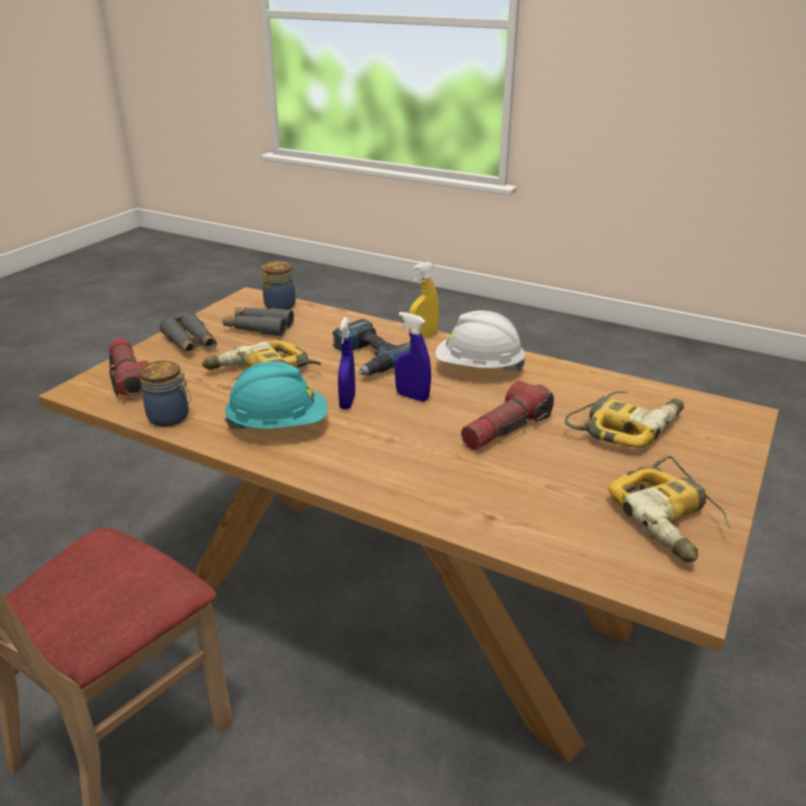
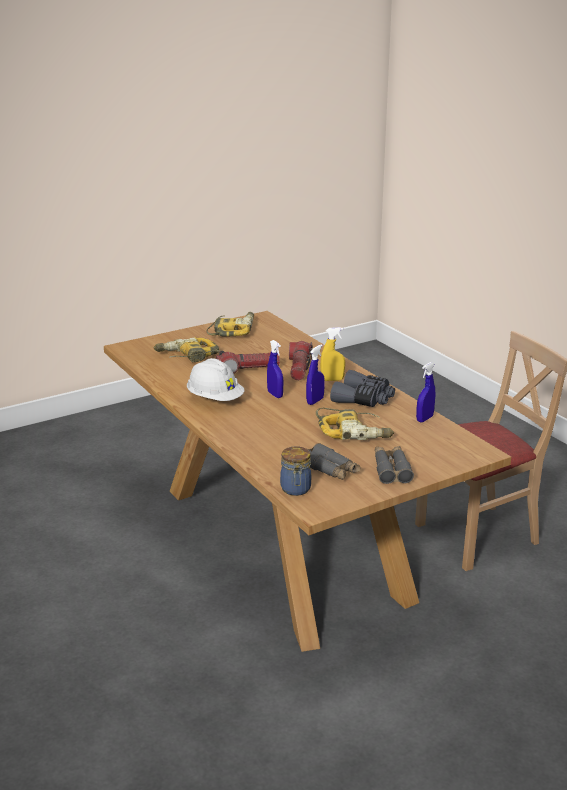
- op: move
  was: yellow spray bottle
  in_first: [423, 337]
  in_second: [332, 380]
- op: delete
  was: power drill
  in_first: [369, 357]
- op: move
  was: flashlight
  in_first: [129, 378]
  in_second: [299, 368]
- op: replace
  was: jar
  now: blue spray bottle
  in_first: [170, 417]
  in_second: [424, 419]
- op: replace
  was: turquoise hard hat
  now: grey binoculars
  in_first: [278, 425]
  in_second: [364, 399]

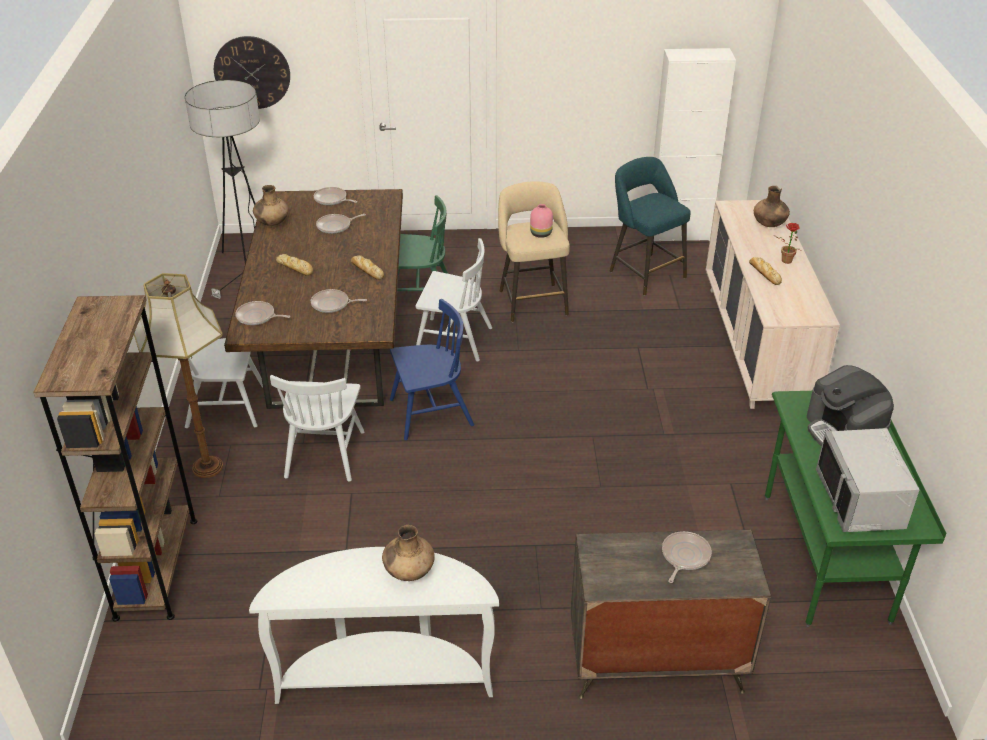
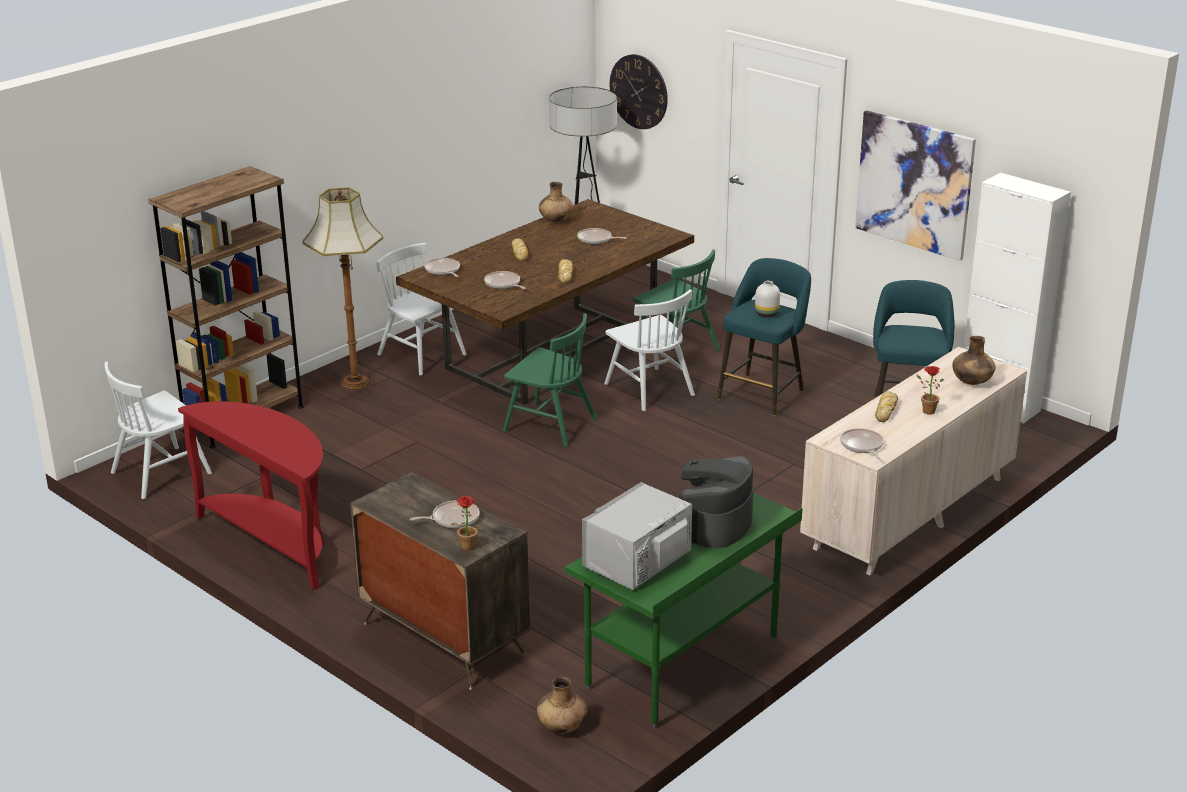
- op: recolor
  was: beige stool
  now: turquoise stool
  in_first: [532, 300]
  in_second: [763, 393]
- op: move
  was: frying pan
  in_first: [332, 199]
  in_second: [862, 446]
- op: recolor
  was: pink vase
  now: white vase
  in_first: [540, 233]
  in_second: [766, 313]
- op: recolor
  was: blue chair
  now: green chair
  in_first: [430, 413]
  in_second: [549, 425]
- op: move
  was: white chair
  in_first: [324, 454]
  in_second: [161, 472]
- op: move
  was: brown vase
  in_first: [409, 571]
  in_second: [562, 726]
- op: recolor
  was: white console table
  now: red console table
  in_first: [385, 675]
  in_second: [274, 542]
- op: insert
  now: picture
  in_second: [914, 184]
- op: insert
  now: potted plant
  in_second: [467, 548]

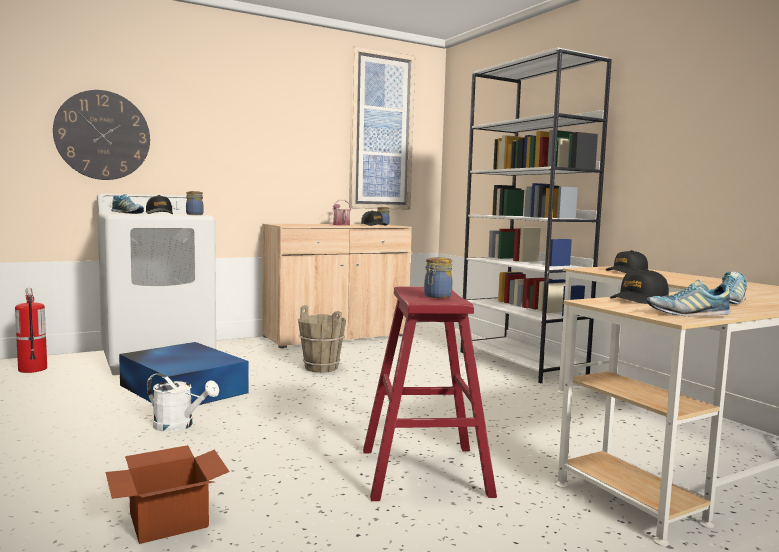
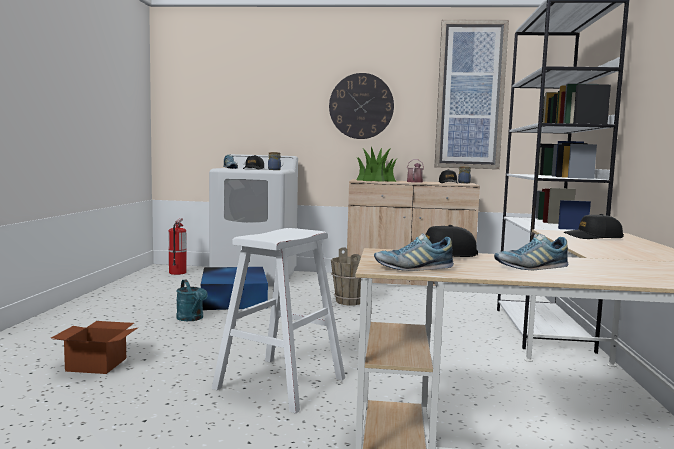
- op: move
  was: wall clock
  in_first: [103, 135]
  in_second: [361, 106]
- op: delete
  was: jar
  in_first: [437, 296]
- op: rotate
  was: shoe
  in_first: [687, 314]
  in_second: [413, 268]
  clockwise: -45
- op: recolor
  was: red stool
  now: white stool
  in_first: [424, 472]
  in_second: [280, 383]
- op: recolor
  was: white watering can
  now: turquoise watering can
  in_first: [179, 426]
  in_second: [192, 319]
- op: insert
  now: potted plant
  in_second: [375, 180]

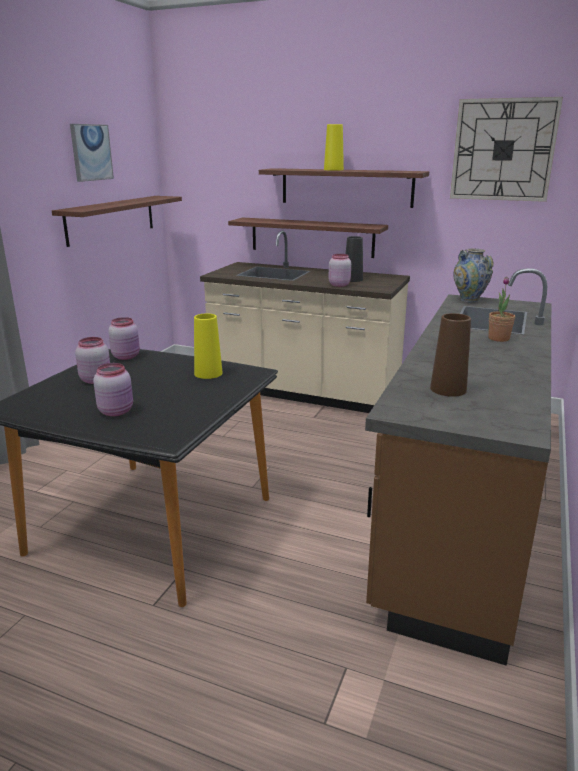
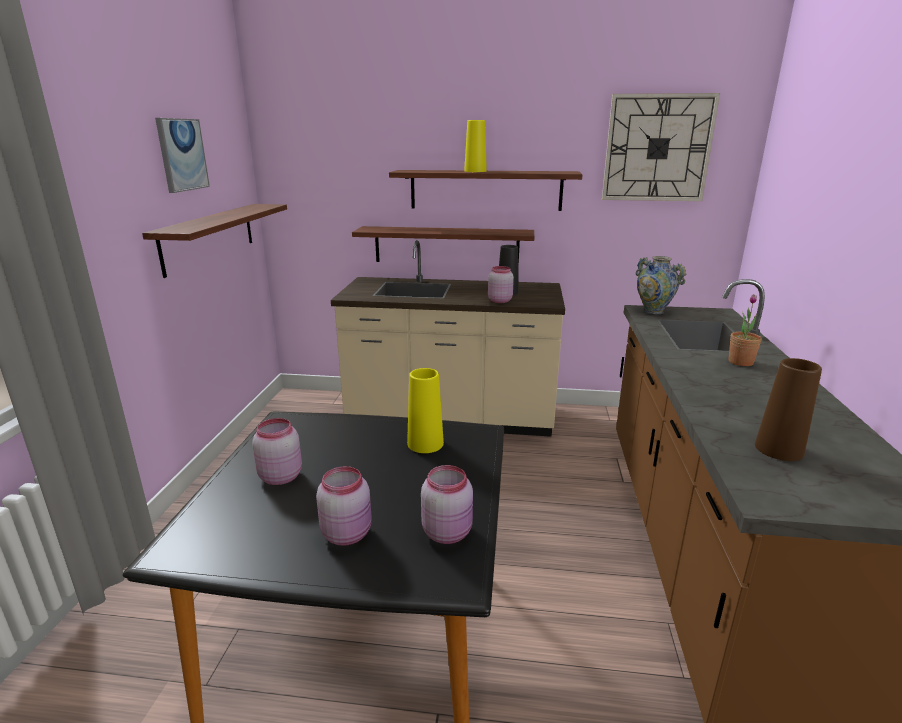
- op: move
  was: pink jar
  in_first: [127, 356]
  in_second: [448, 531]

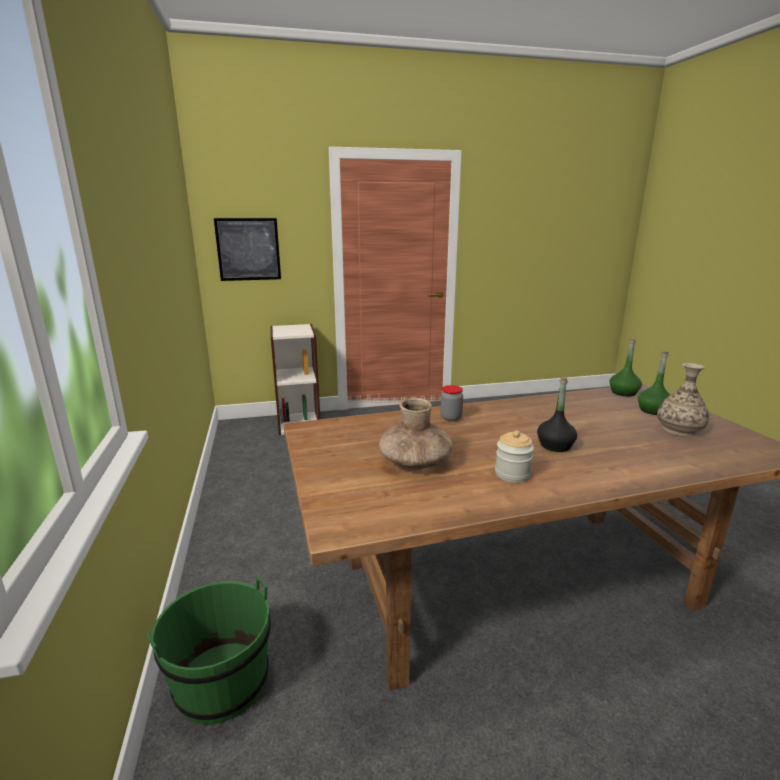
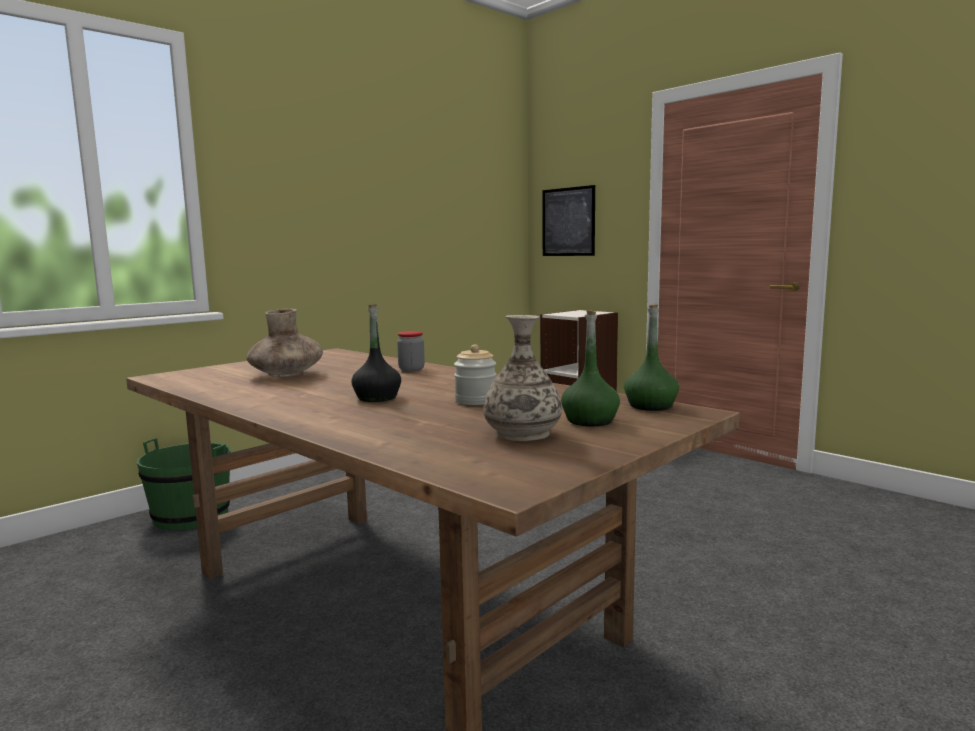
- op: move
  was: jar
  in_first: [512, 474]
  in_second: [475, 400]

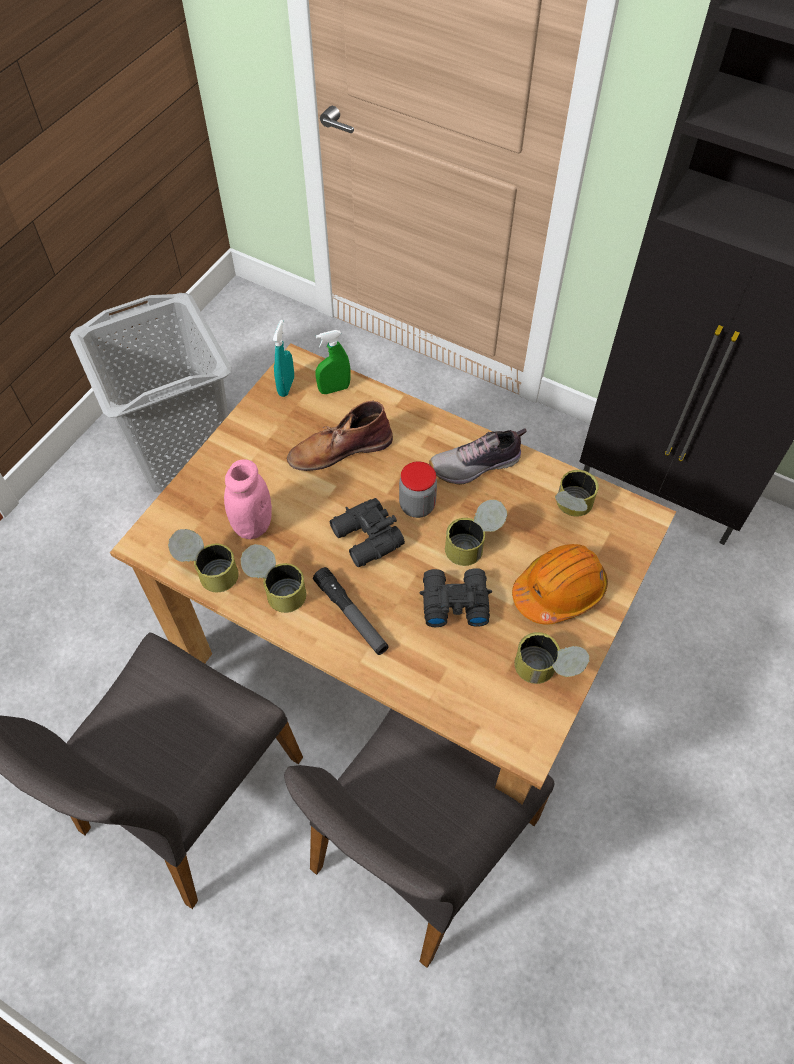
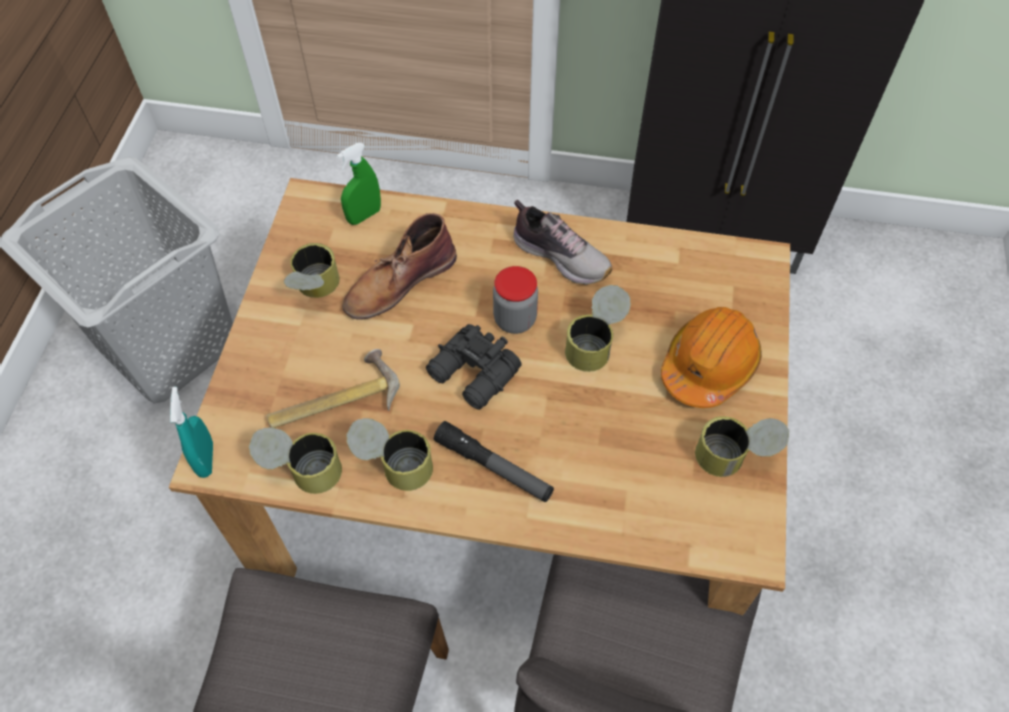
- op: move
  was: turquoise spray bottle
  in_first: [286, 386]
  in_second: [206, 459]
- op: rotate
  was: shoe
  in_first: [476, 465]
  in_second: [561, 256]
  clockwise: -105
- op: replace
  was: pink jar
  now: hammer
  in_first: [253, 525]
  in_second: [334, 399]
- op: move
  was: can
  in_first: [570, 509]
  in_second: [315, 291]
- op: delete
  was: black binoculars
  in_first: [453, 601]

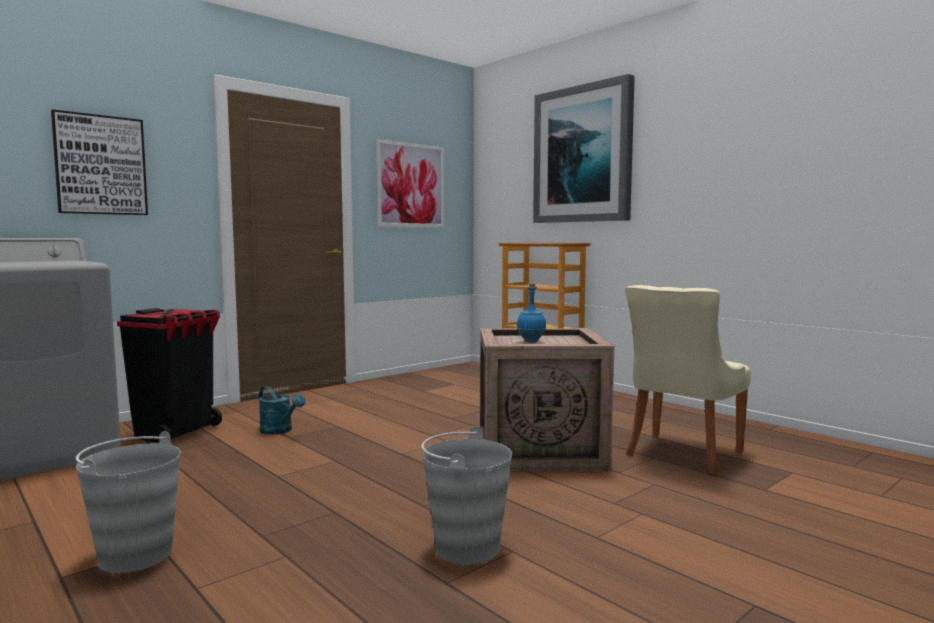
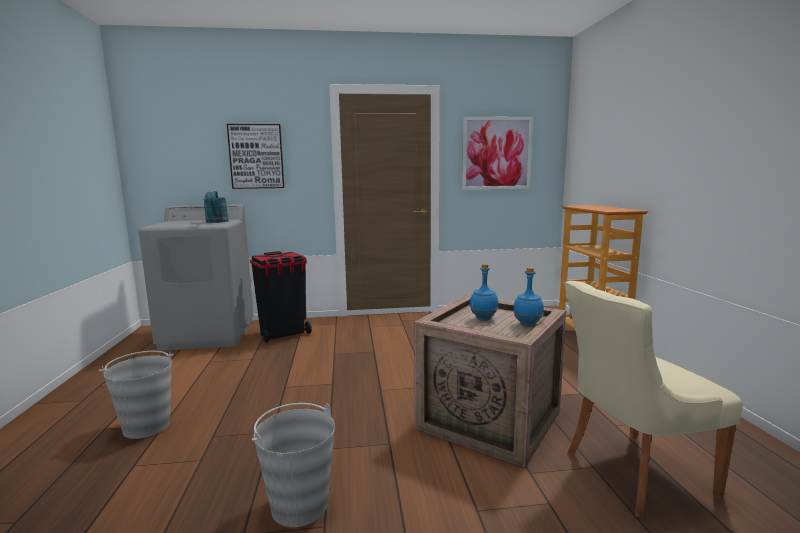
- op: delete
  was: picture
  in_first: [583, 155]
- op: move
  was: turquoise watering can
  in_first: [280, 431]
  in_second: [216, 222]
- op: insert
  now: blue bottle
  in_second: [528, 325]

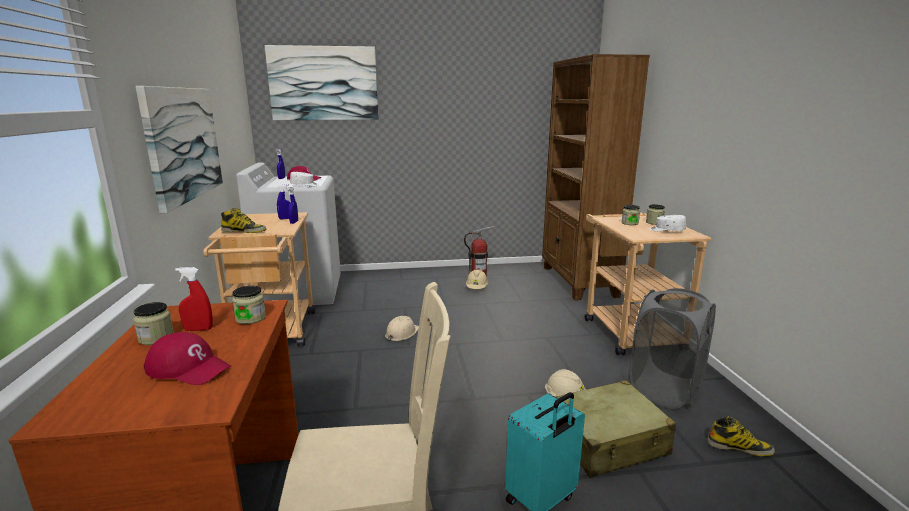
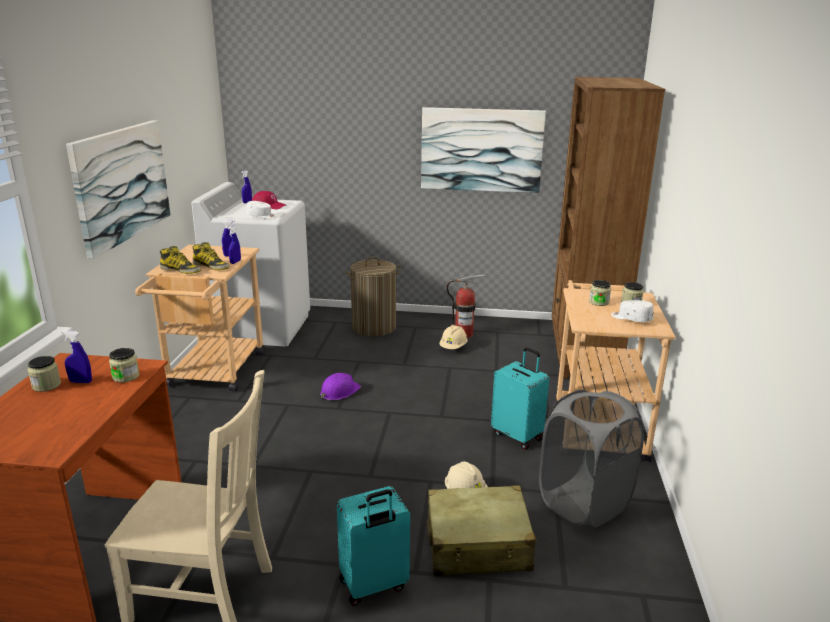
- op: move
  was: picture
  in_first: [323, 83]
  in_second: [481, 150]
- op: recolor
  was: red spray bottle
  now: blue spray bottle
  in_first: [198, 329]
  in_second: [81, 382]
- op: recolor
  was: beige hard hat
  now: purple hard hat
  in_first: [401, 333]
  in_second: [339, 391]
- op: delete
  was: red cap
  in_first: [189, 368]
- op: move
  was: boot
  in_first: [739, 447]
  in_second: [211, 266]
- op: insert
  now: laundry basket
  in_second: [374, 327]
- op: insert
  now: turquoise suitcase
  in_second: [518, 435]

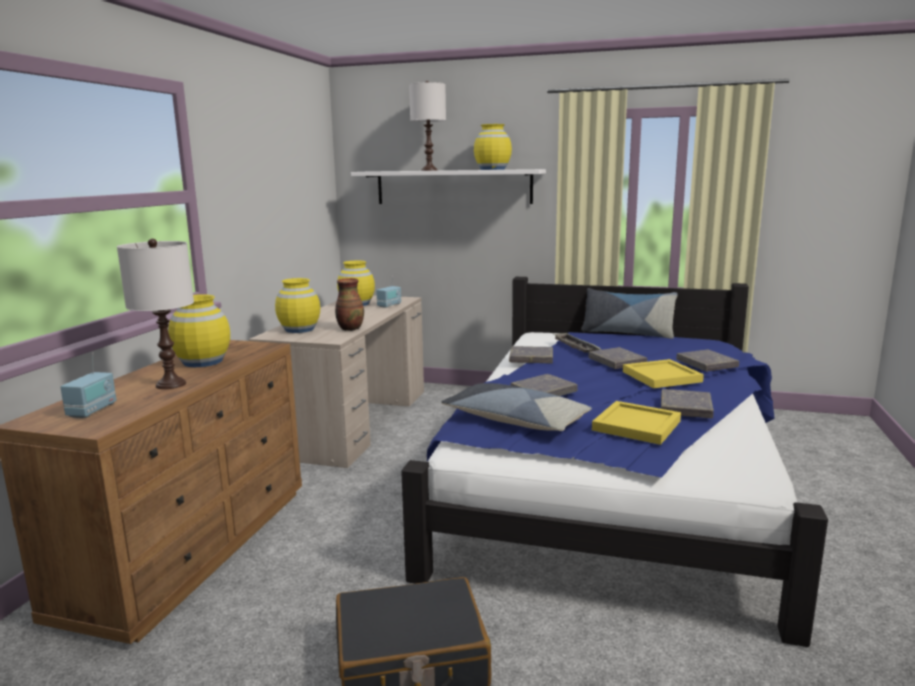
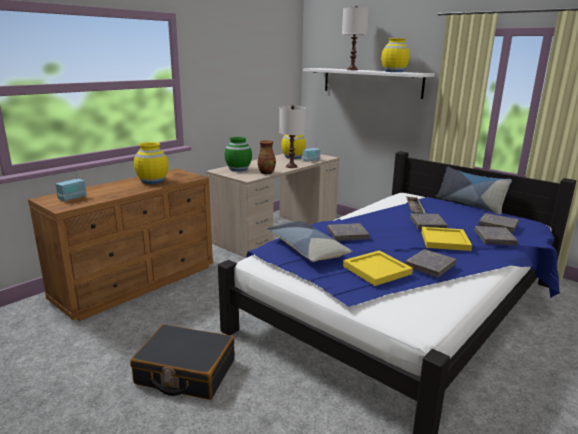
- op: move
  was: white table lamp
  in_first: [171, 384]
  in_second: [291, 166]
- op: recolor
  was: yellow vase
  now: green vase
  in_first: [299, 329]
  in_second: [238, 169]
- op: move
  was: grey book
  in_first: [531, 358]
  in_second: [498, 225]

